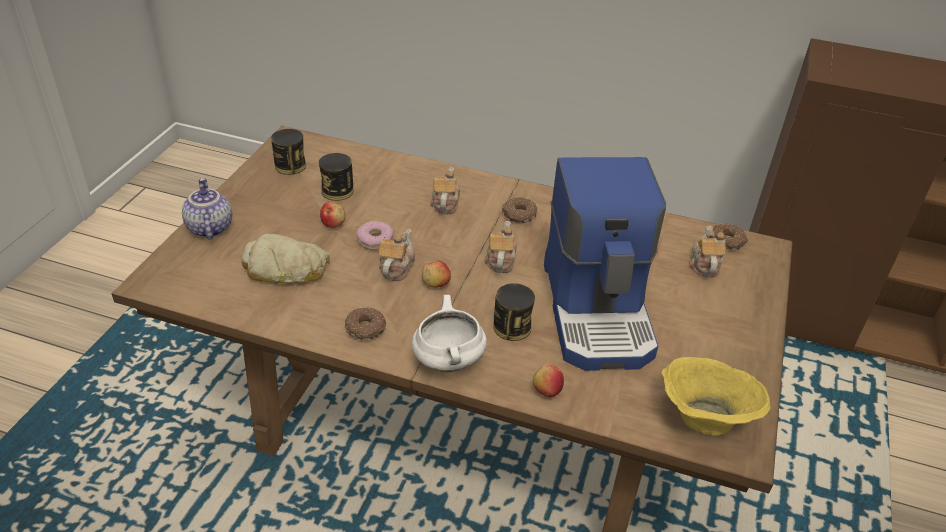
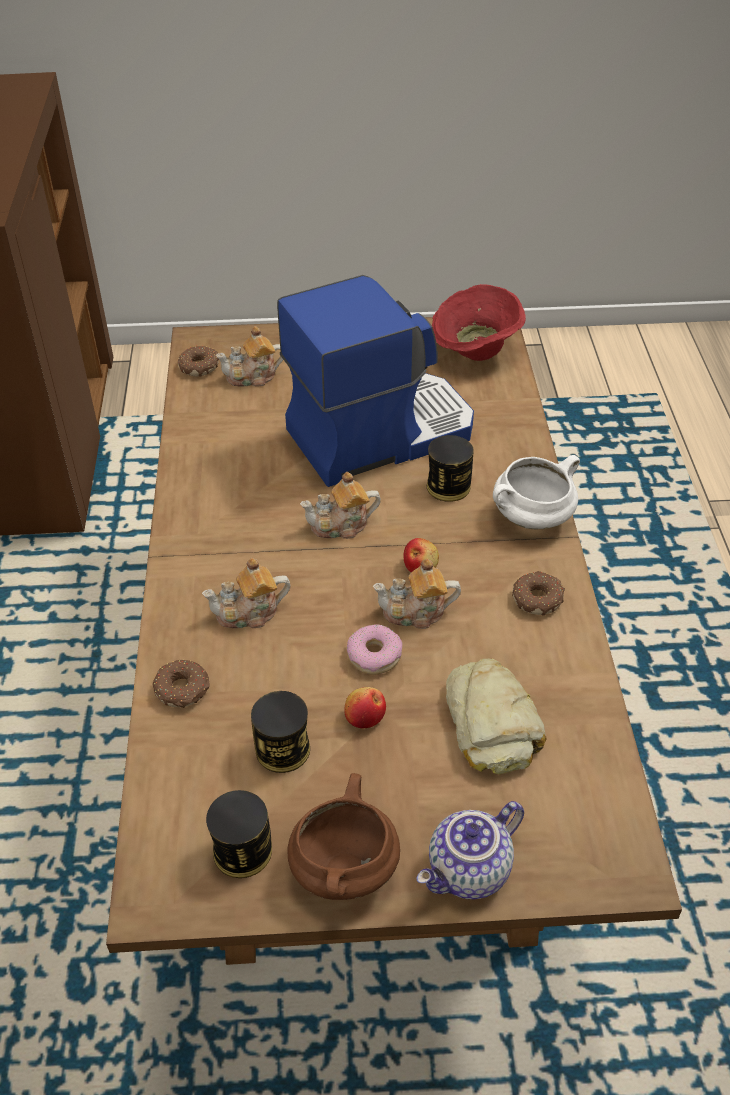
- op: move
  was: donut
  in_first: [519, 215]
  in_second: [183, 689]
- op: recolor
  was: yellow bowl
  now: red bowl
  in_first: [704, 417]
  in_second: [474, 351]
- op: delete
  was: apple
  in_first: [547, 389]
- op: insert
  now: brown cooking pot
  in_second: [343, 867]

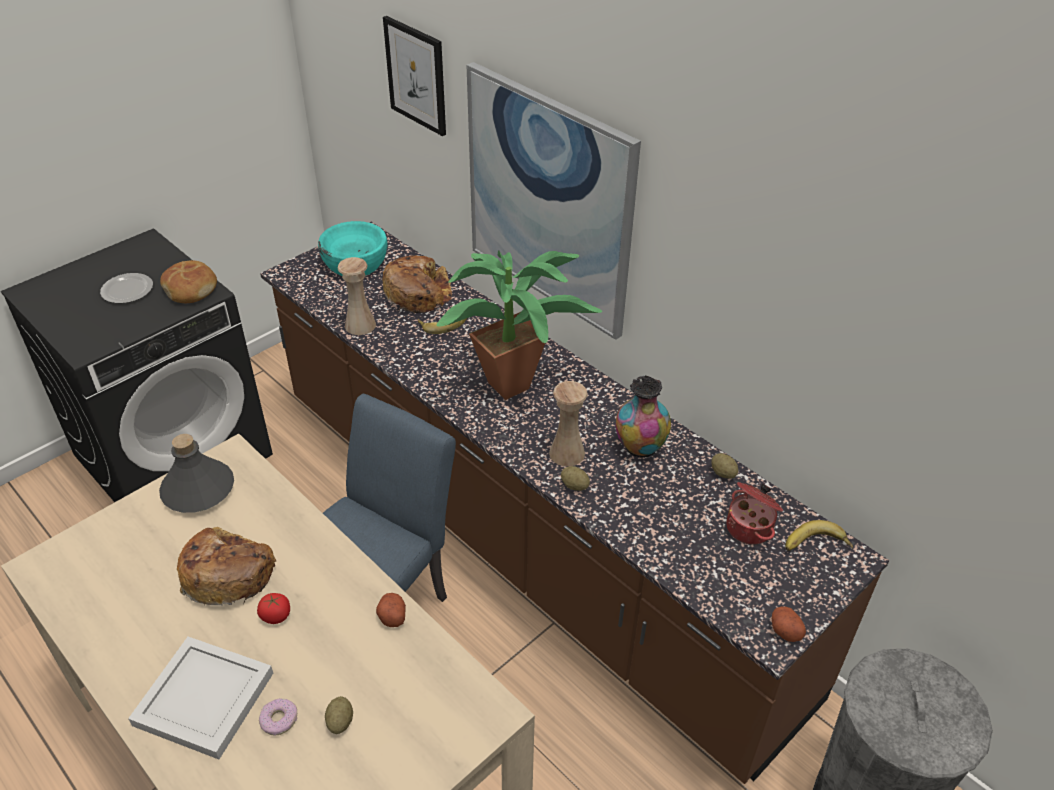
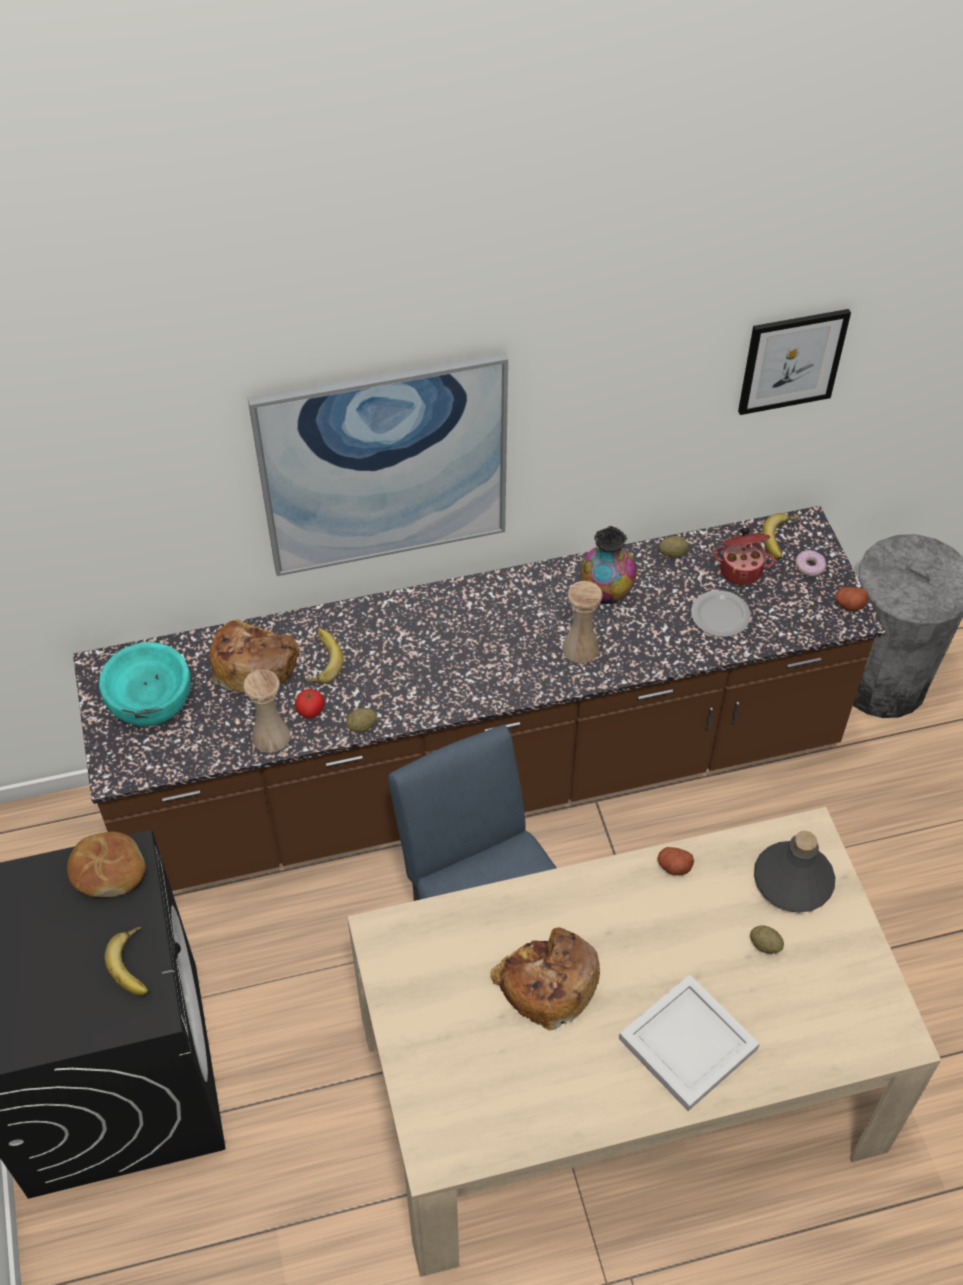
- op: move
  was: picture
  in_first: [416, 75]
  in_second: [792, 361]
- op: delete
  was: potted plant
  in_first: [518, 385]
- op: move
  was: plate
  in_first: [128, 290]
  in_second: [720, 615]
- op: move
  was: grey bottle
  in_first: [198, 490]
  in_second: [792, 881]
- op: move
  was: potato
  in_first: [574, 486]
  in_second: [362, 726]
- op: move
  was: tomato
  in_first: [276, 616]
  in_second: [310, 710]
- op: move
  was: donut
  in_first: [279, 720]
  in_second: [809, 566]
- op: insert
  now: banana
  in_second: [135, 964]

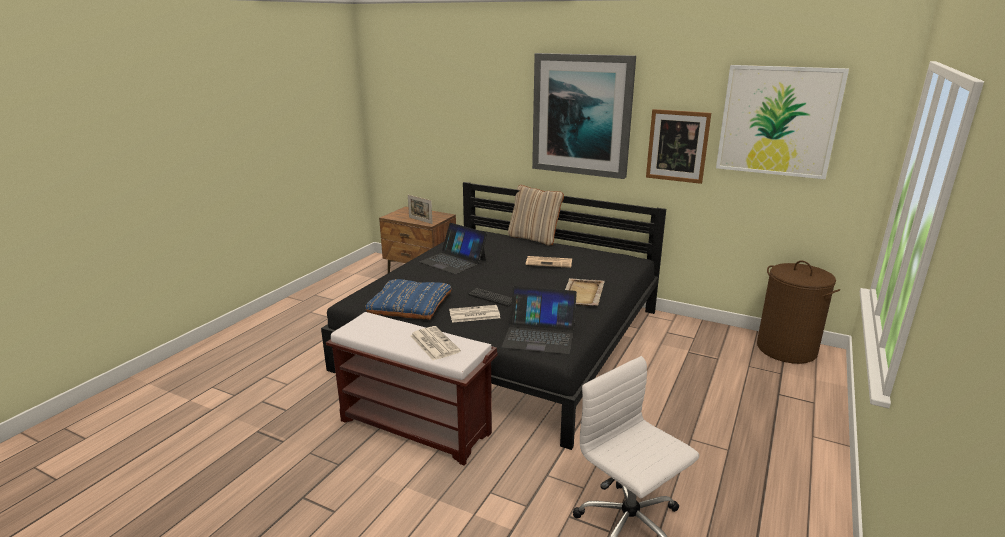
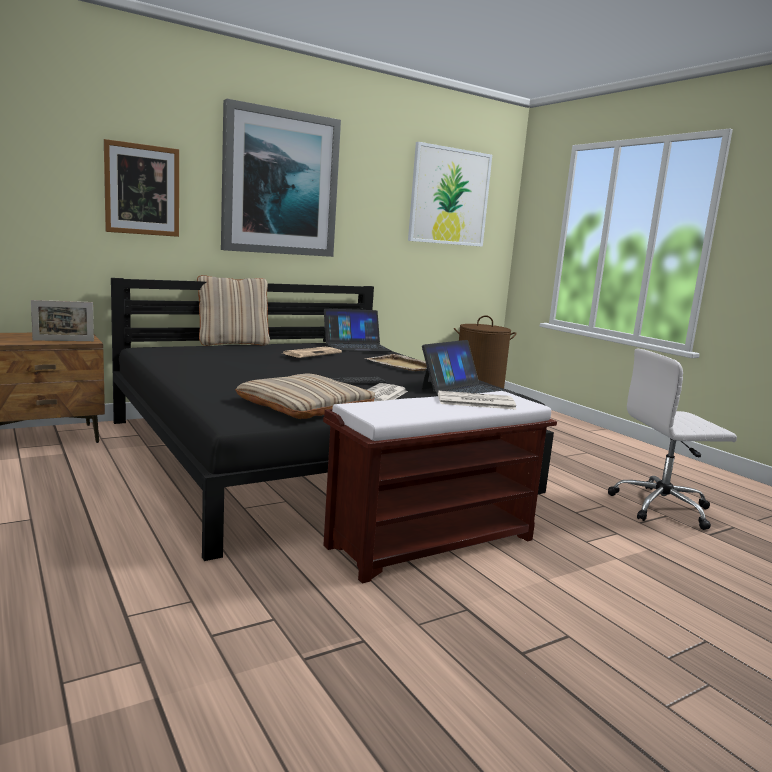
- op: move
  was: picture
  in_first: [677, 146]
  in_second: [142, 190]
- op: move
  was: laptop
  in_first: [453, 261]
  in_second: [356, 346]
- op: recolor
  was: blue pillow
  now: beige pillow
  in_first: [410, 305]
  in_second: [305, 405]

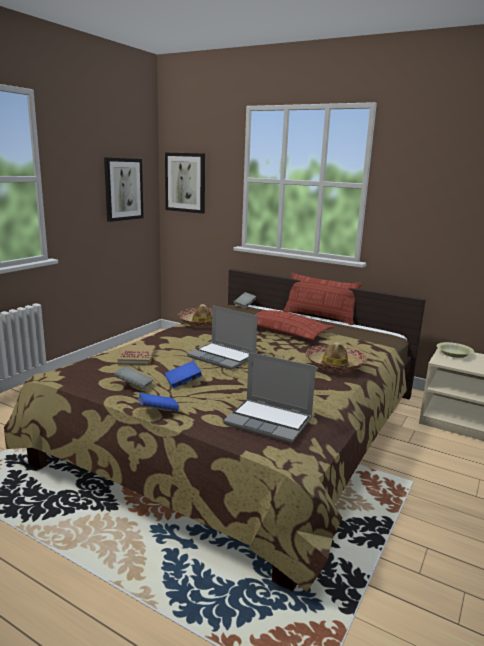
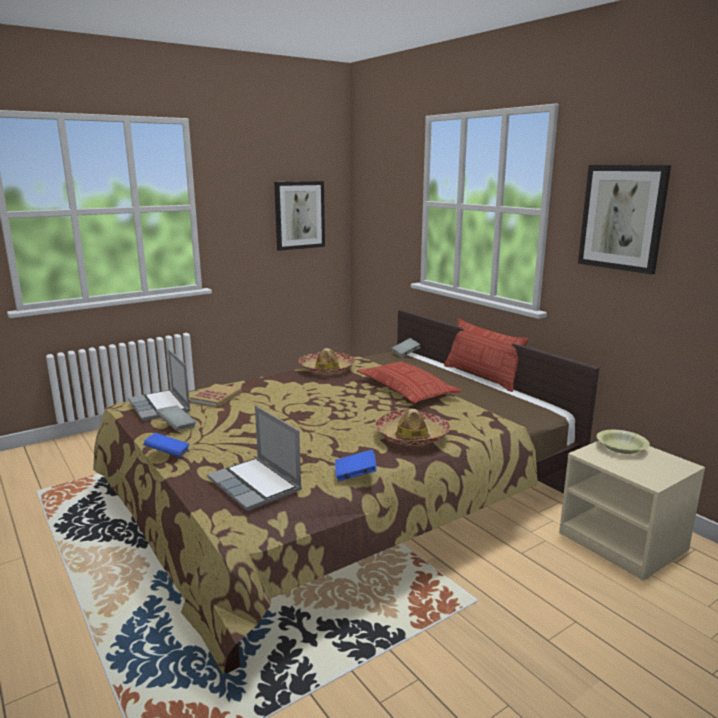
- op: move
  was: picture
  in_first: [185, 182]
  in_second: [622, 217]
- op: move
  was: laptop
  in_first: [223, 357]
  in_second: [160, 407]
- op: move
  was: blue book
  in_first: [183, 382]
  in_second: [355, 475]

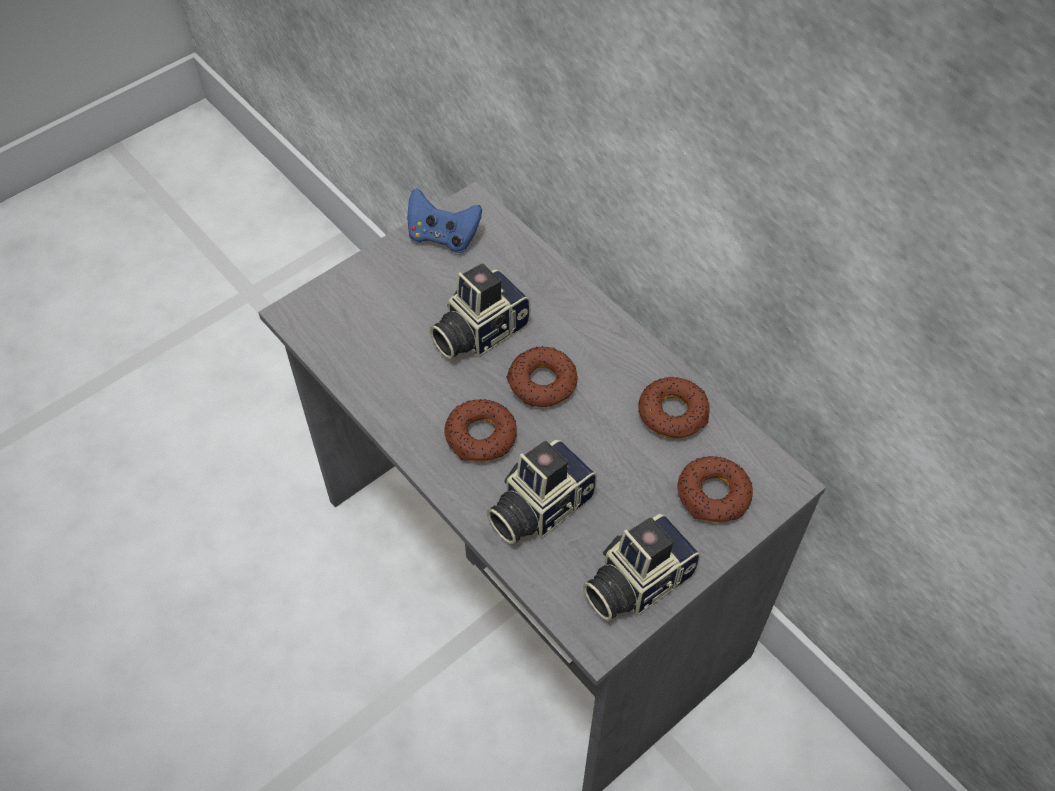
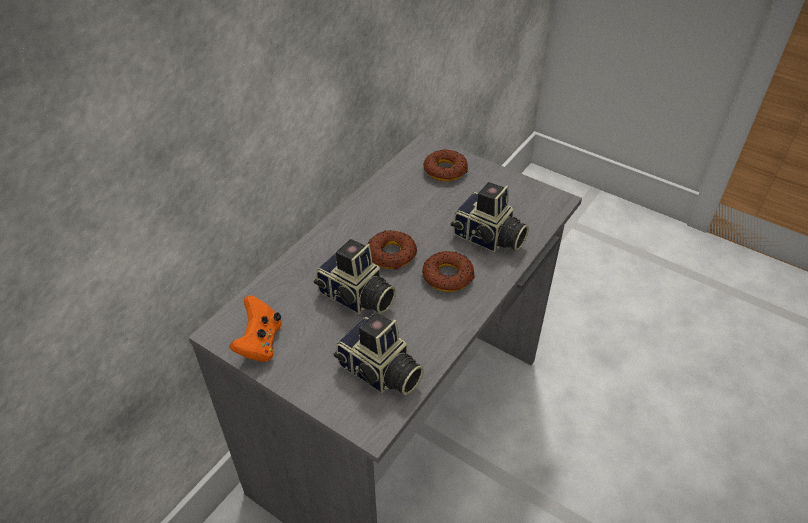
- op: recolor
  was: blue game controller
  now: orange game controller
  in_first: [443, 236]
  in_second: [260, 342]
- op: delete
  was: donut
  in_first: [673, 413]
- op: move
  was: photo camera
  in_first: [635, 581]
  in_second: [379, 373]

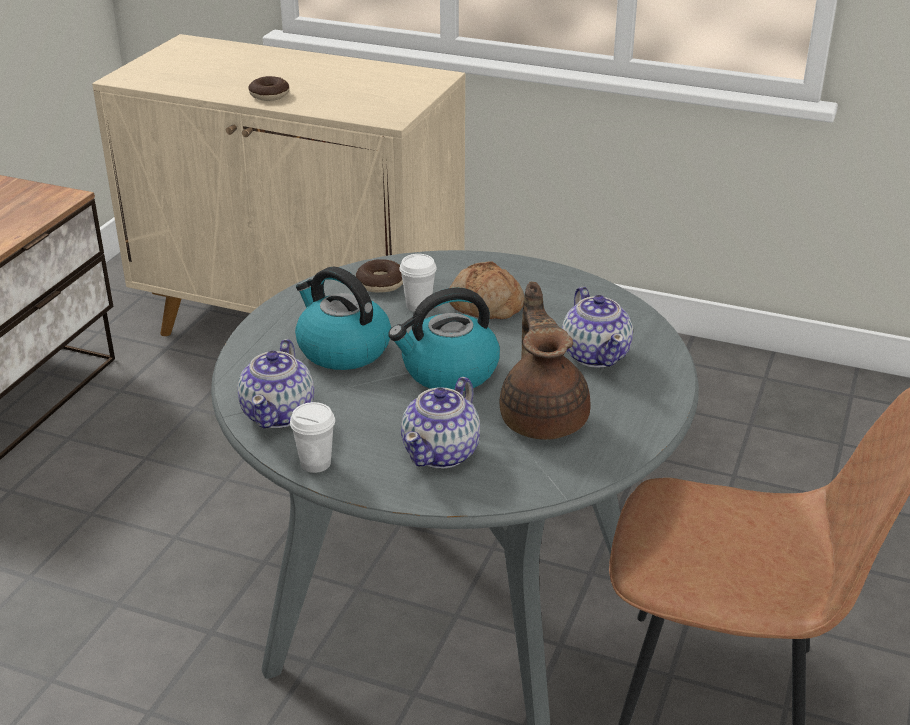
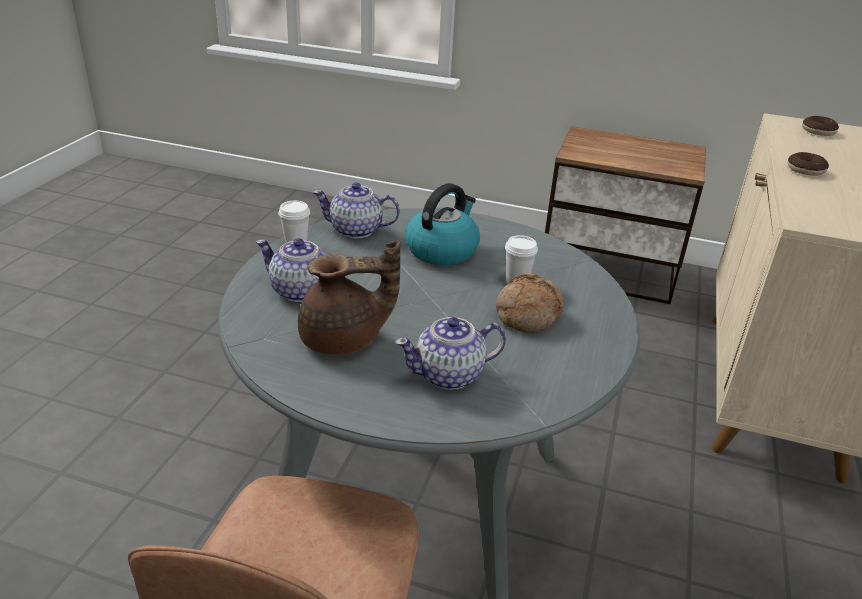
- op: move
  was: donut
  in_first: [381, 283]
  in_second: [818, 131]
- op: delete
  was: kettle
  in_first: [448, 372]

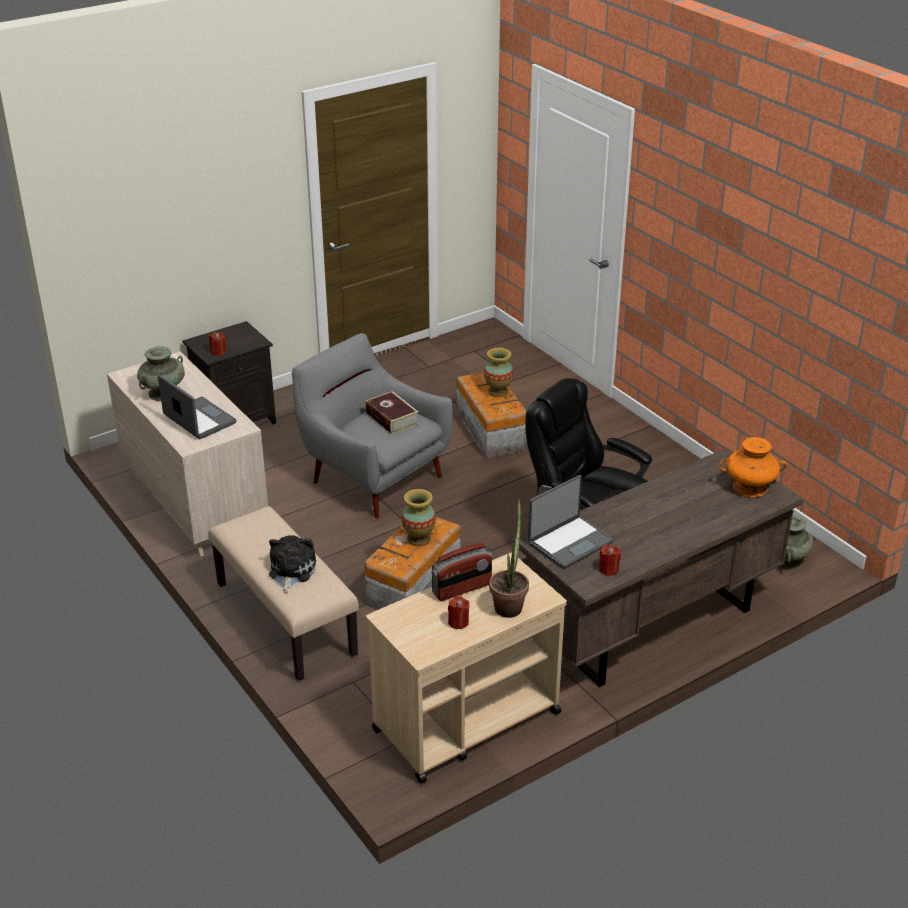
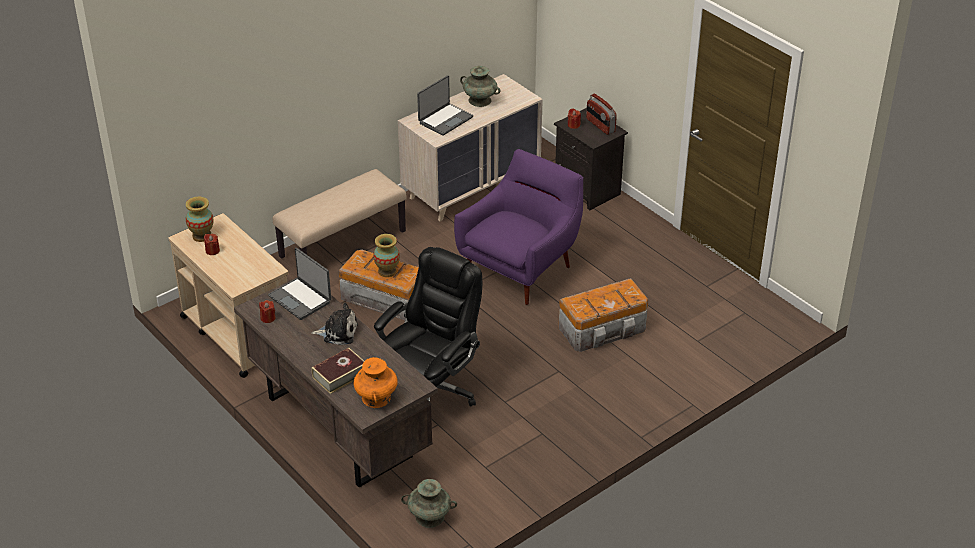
- op: recolor
  was: grey armchair
  now: purple armchair
  in_first: [373, 477]
  in_second: [520, 268]
- op: move
  was: vase
  in_first: [498, 392]
  in_second: [202, 236]
- op: move
  was: book
  in_first: [391, 418]
  in_second: [340, 375]
- op: delete
  was: potted plant
  in_first: [509, 604]
- op: move
  was: plush toy
  in_first: [291, 571]
  in_second: [338, 332]
- op: move
  was: radio
  in_first: [462, 589]
  in_second: [600, 125]

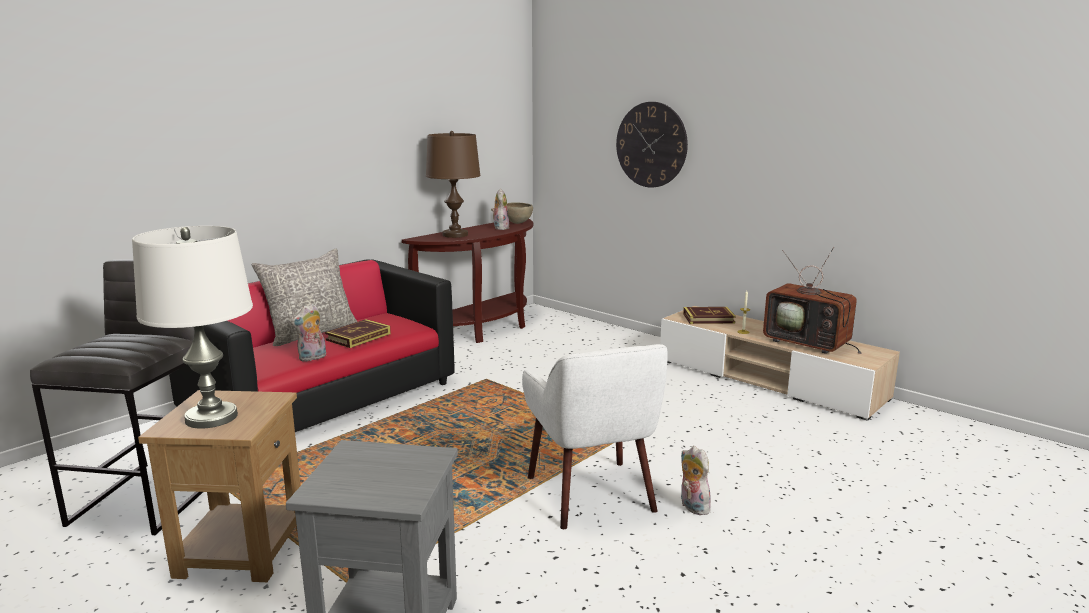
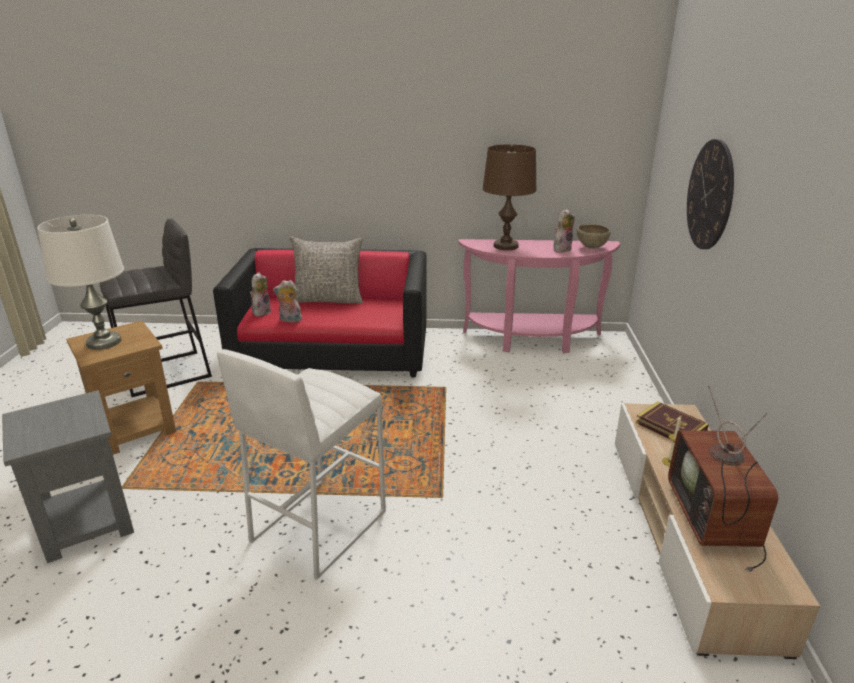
- op: recolor
  was: brown console table
  now: pink console table
  in_first: [484, 329]
  in_second: [532, 340]
- op: delete
  was: book
  in_first: [358, 337]
- op: replace
  was: white armchair
  now: white stool
  in_first: [592, 494]
  in_second: [317, 526]
- op: move
  was: plush toy
  in_first: [692, 507]
  in_second: [261, 311]

